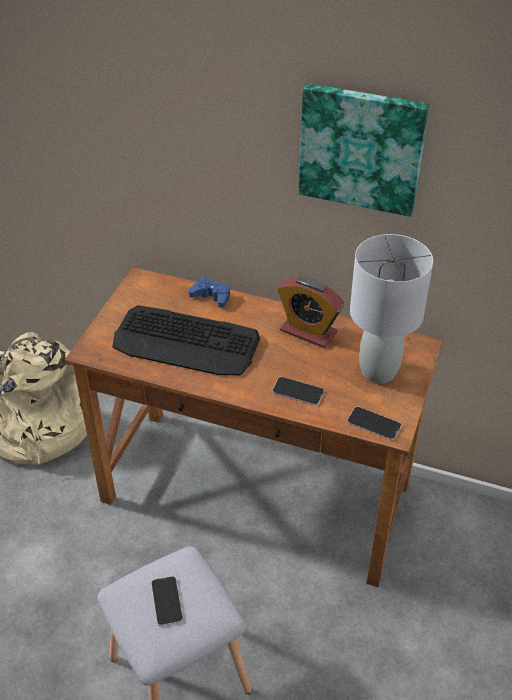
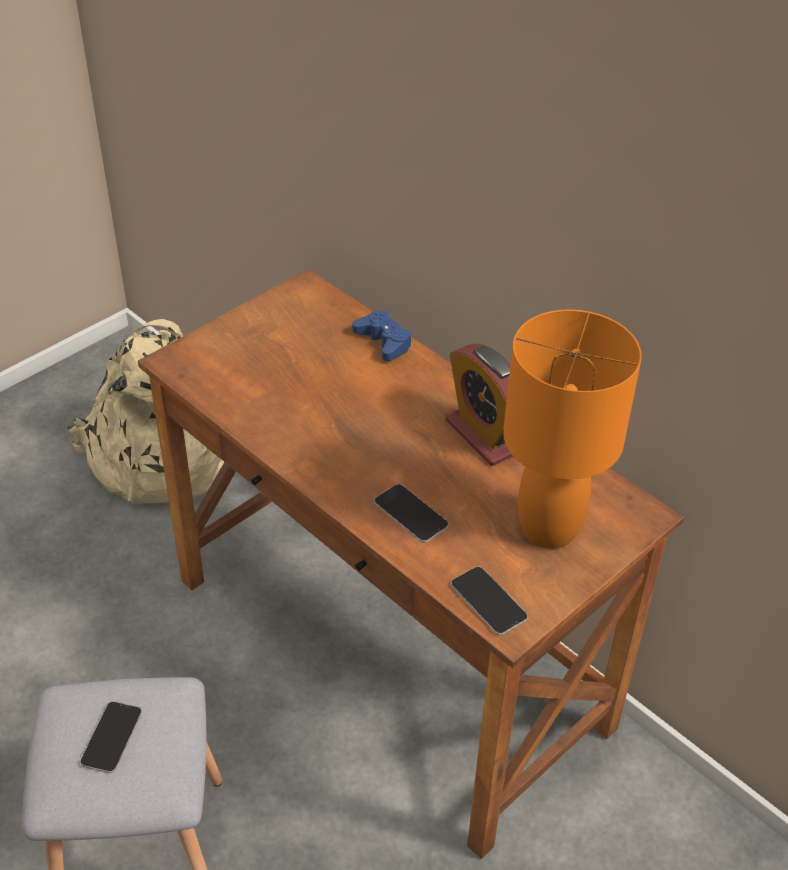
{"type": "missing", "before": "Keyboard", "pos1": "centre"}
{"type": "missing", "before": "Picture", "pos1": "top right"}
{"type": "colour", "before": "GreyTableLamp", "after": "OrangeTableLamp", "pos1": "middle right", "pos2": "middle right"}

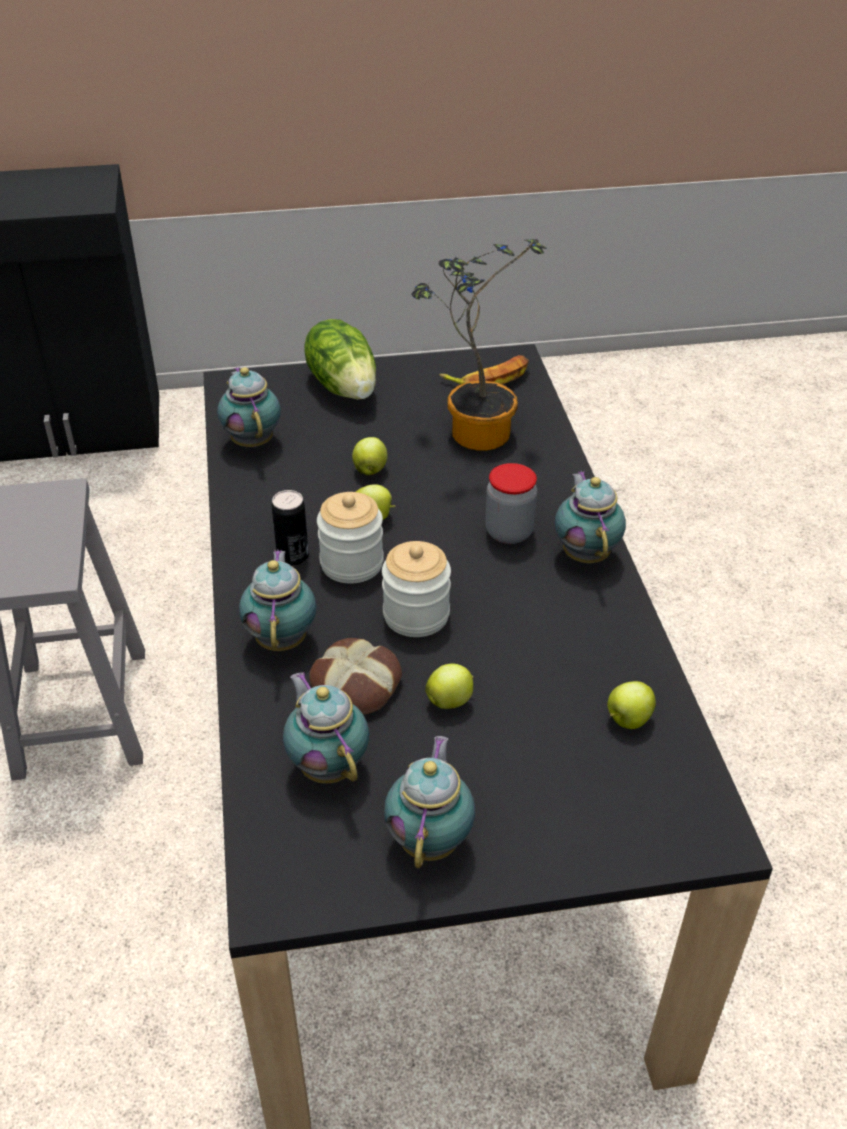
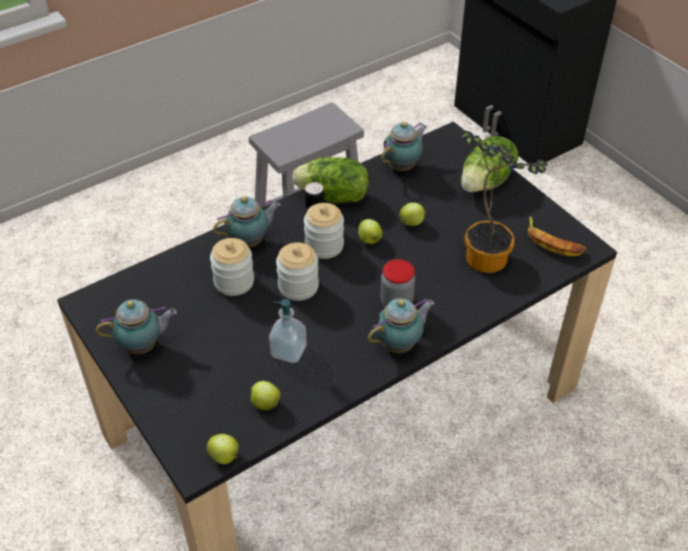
{"type": "missing", "before": "Teapot (no. 3 from left)", "pos1": "centre"}
{"type": "appeared", "after": "SoapDispenser", "pos2": "centre"}
{"type": "appeared", "after": "Lettuce (no. 1 from left)", "pos2": "top centre"}
{"type": "relocated", "before": "Apple (no. 3 from left in the first image)", "after": "Apple (no. 1 from left)", "pos1": "centre", "pos2": "bottom left"}
{"type": "exchanged", "before": "Bread", "after": "Jar (no. 1 from left)", "pos1": "centre", "pos2": "centre"}

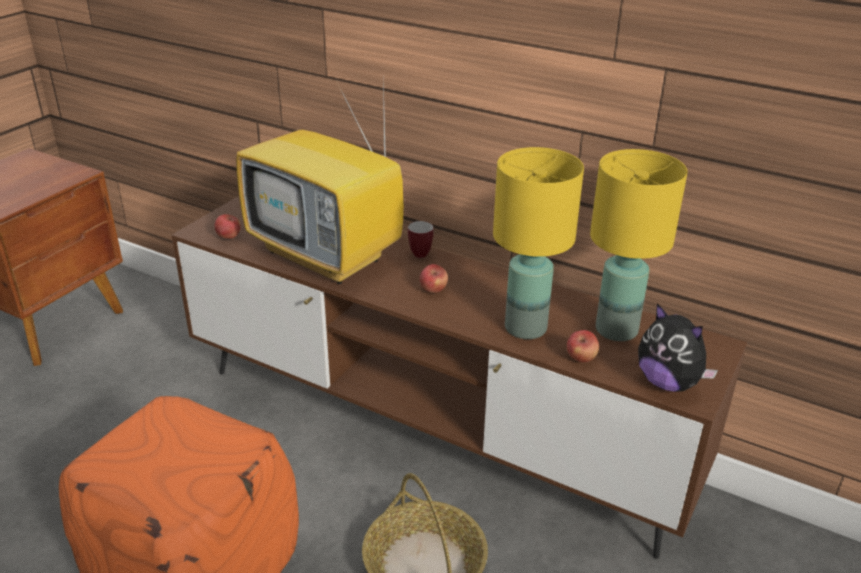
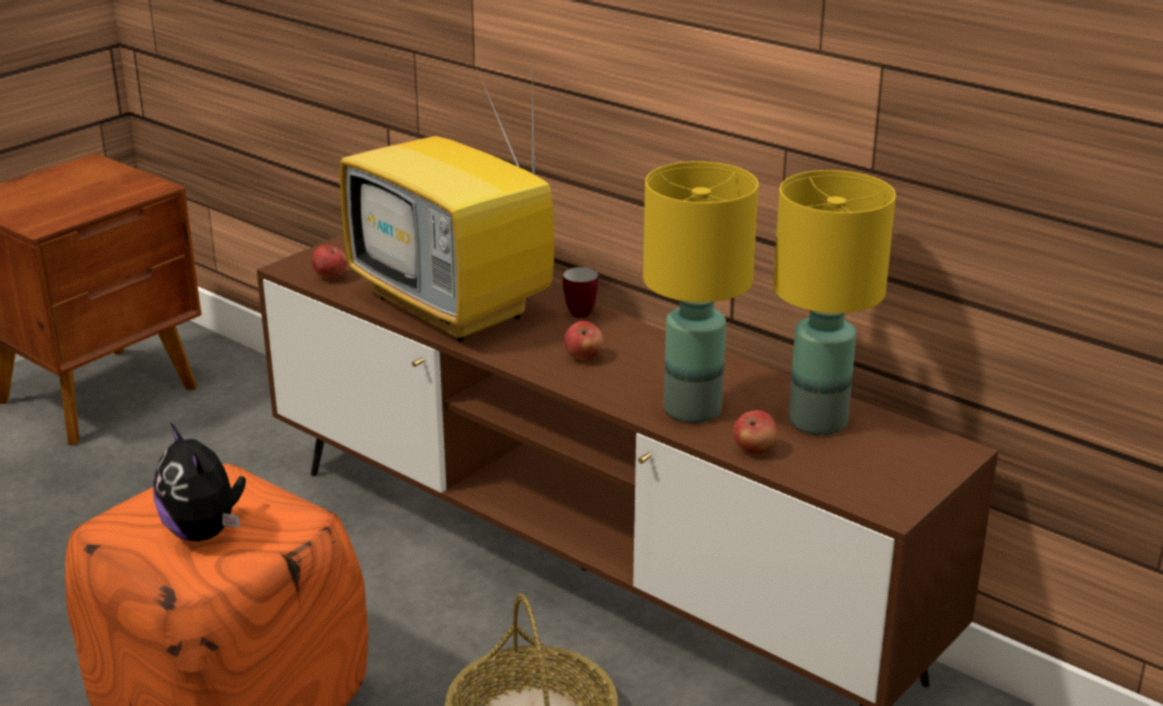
{"type": "relocated", "before": "PlushToy", "pos1": "middle right", "pos2": "bottom left"}

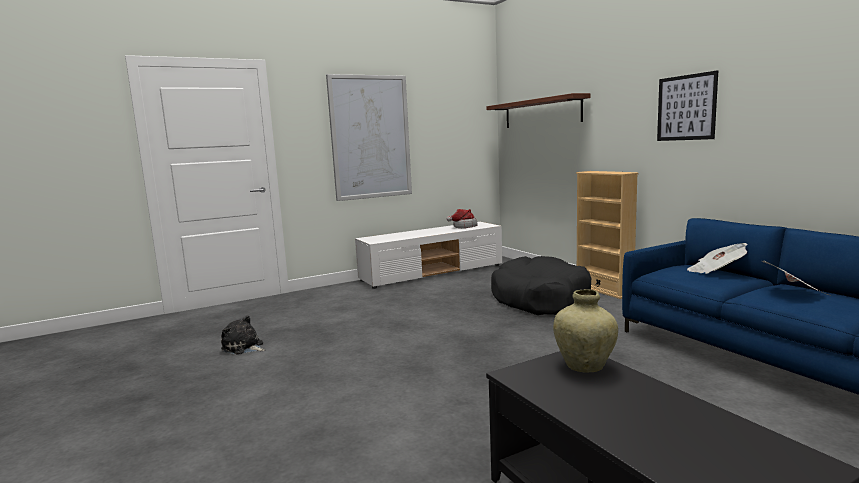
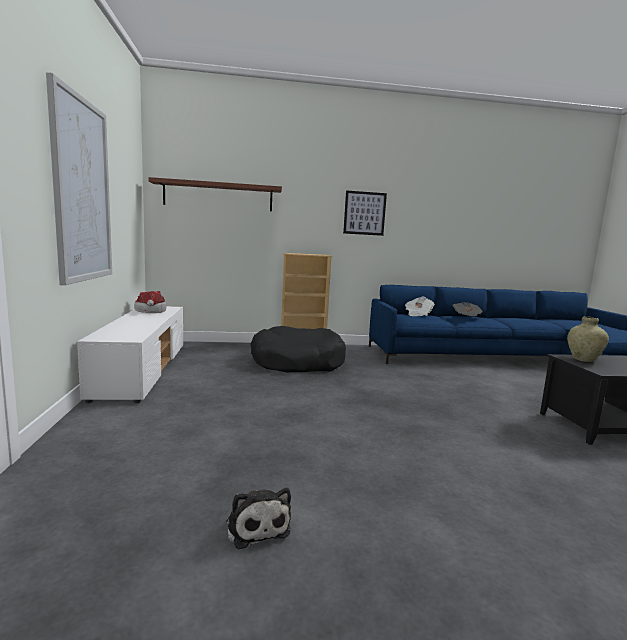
{"type": "spun", "before": "PlushToy", "pos1": "bottom left", "pos2": "bottom centre", "turn": -75}

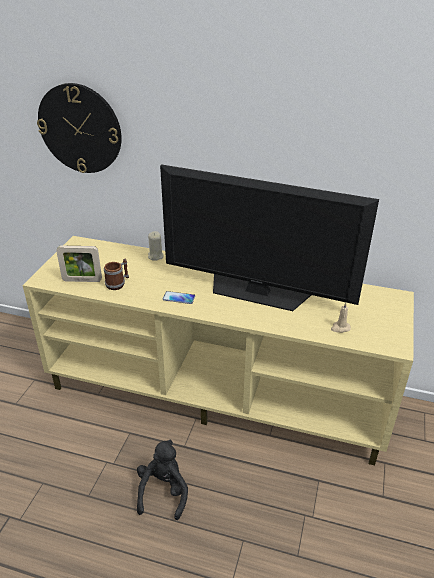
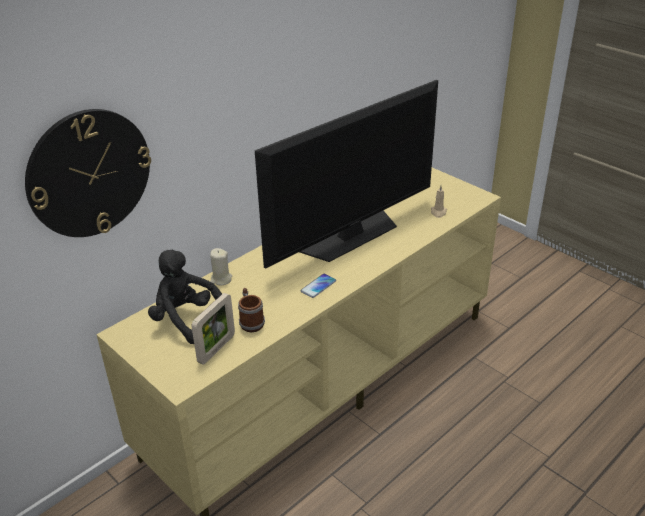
{"type": "relocated", "before": "BlackPlushToy", "pos1": "bottom centre", "pos2": "middle left"}

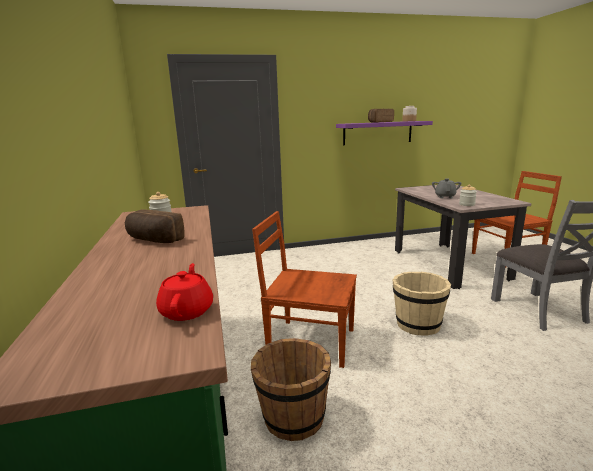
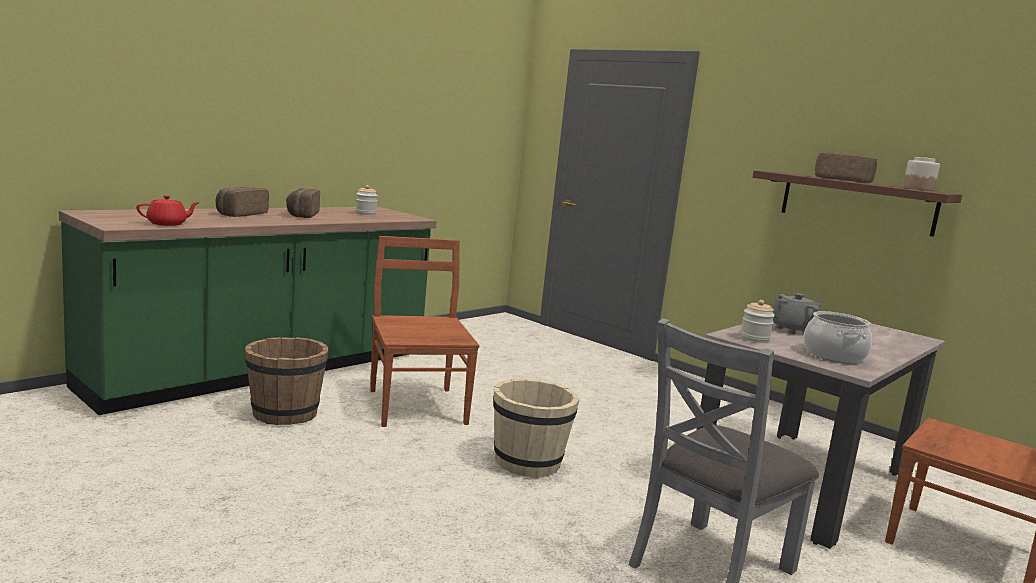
{"type": "appeared", "after": "Bread (no. 1 from left)", "pos2": "middle left"}
{"type": "appeared", "after": "CookingPot", "pos2": "middle right"}
{"type": "colour", "before": "PurpleShelf", "after": "BrownShelf", "pos1": "top centre", "pos2": "middle right"}

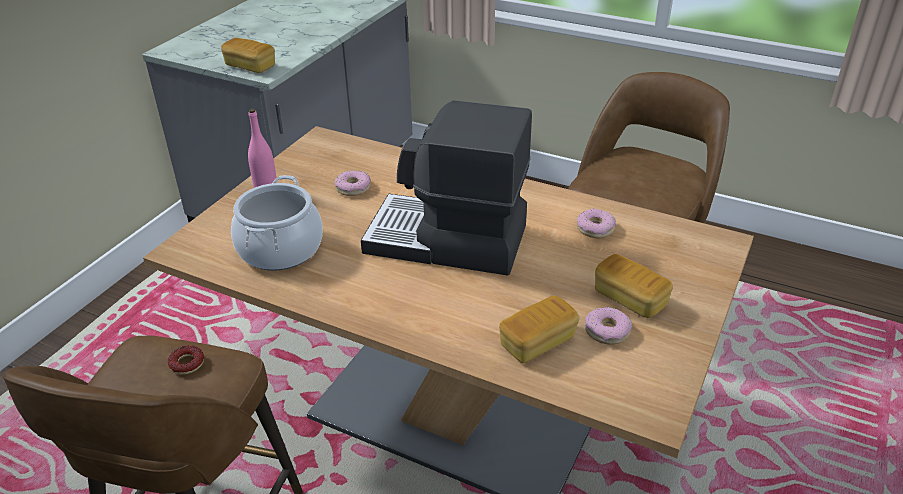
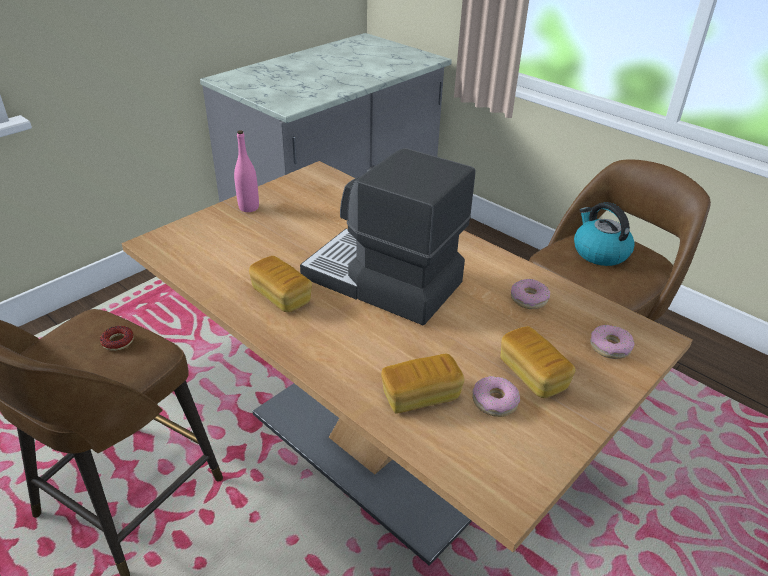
{"type": "missing", "before": "CookingPot", "pos1": "middle left"}
{"type": "appeared", "after": "Kettle", "pos2": "middle right"}
{"type": "relocated", "before": "Bread (no. 1 from left)", "pos1": "top left", "pos2": "centre"}
{"type": "relocated", "before": "Donut (no. 2 from left in the first image)", "after": "Donut (no. 4 from left)", "pos1": "centre", "pos2": "middle right"}

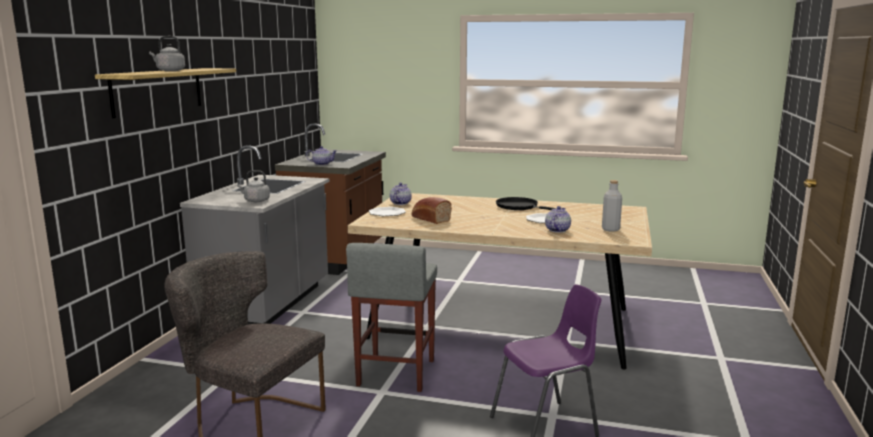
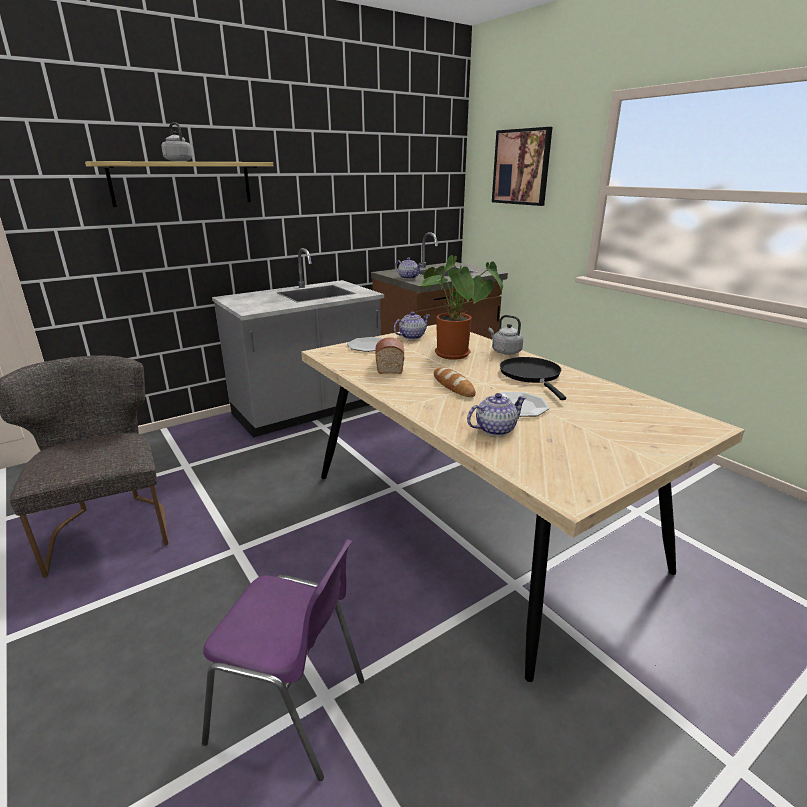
{"type": "missing", "before": "GreyStool", "pos1": "bottom centre"}
{"type": "missing", "before": "GreyBottle", "pos1": "middle right"}
{"type": "appeared", "after": "PottedPlant", "pos2": "centre"}
{"type": "appeared", "after": "Bread (no. 2 from left)", "pos2": "centre"}
{"type": "appeared", "after": "Picture", "pos2": "top centre"}
{"type": "relocated", "before": "GreyKettle (no. 2 from left)", "pos1": "middle left", "pos2": "centre"}

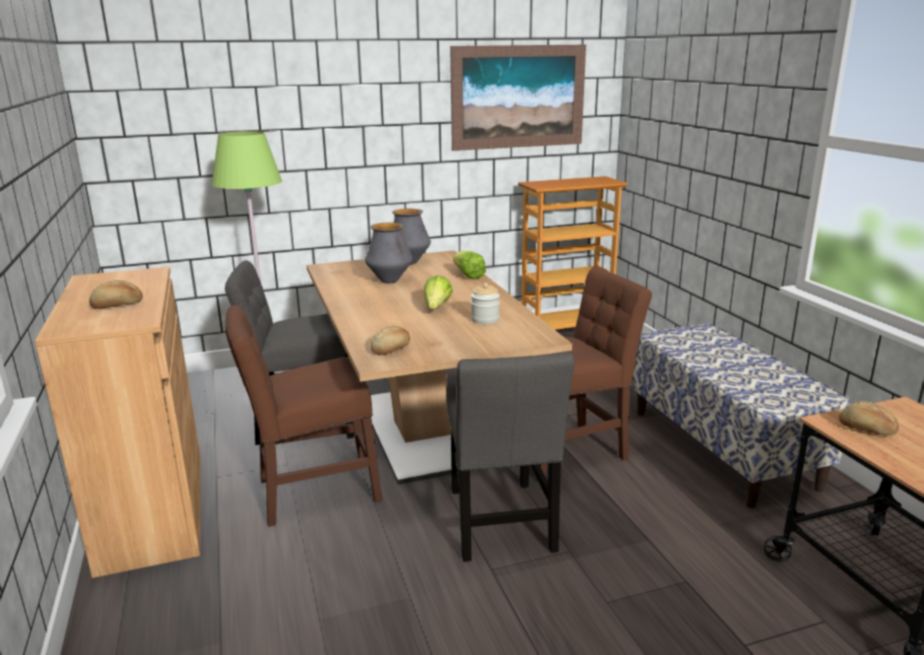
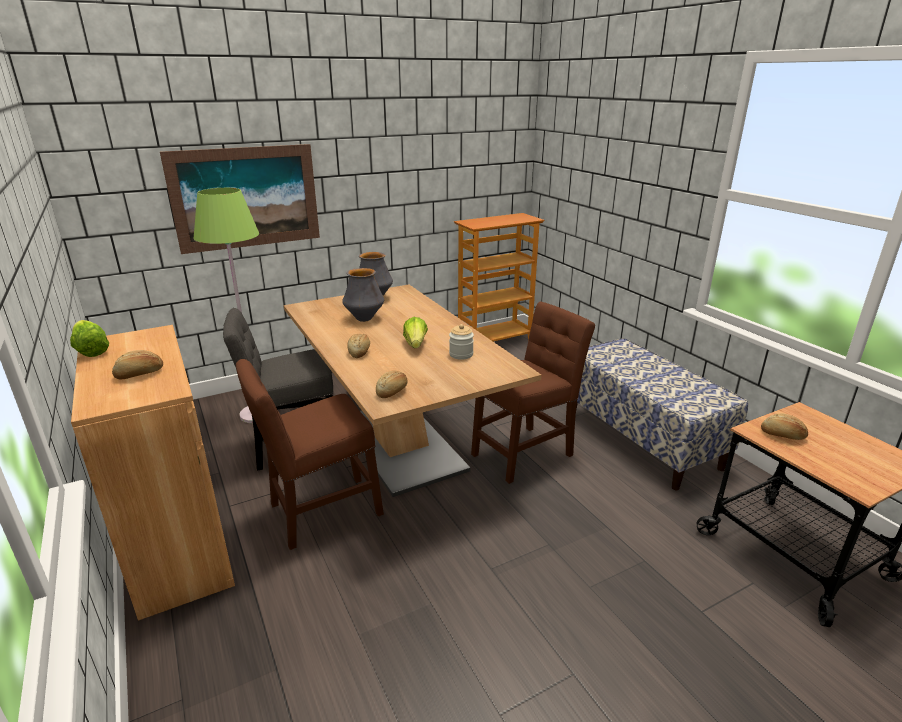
{"type": "missing", "before": "GreyChair (no. 2 from left)", "pos1": "bottom centre"}
{"type": "appeared", "after": "Bread (no. 2 from left)", "pos2": "centre"}
{"type": "relocated", "before": "Picture", "pos1": "top centre", "pos2": "top left"}
{"type": "relocated", "before": "Lettuce (no. 2 from left in the first image)", "after": "Lettuce (no. 1 from left)", "pos1": "centre", "pos2": "middle left"}

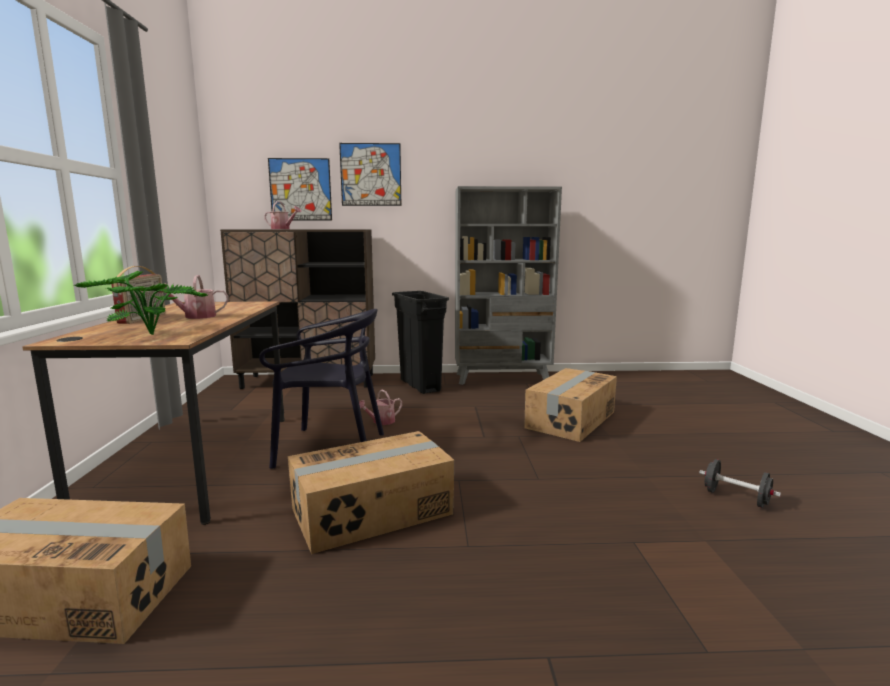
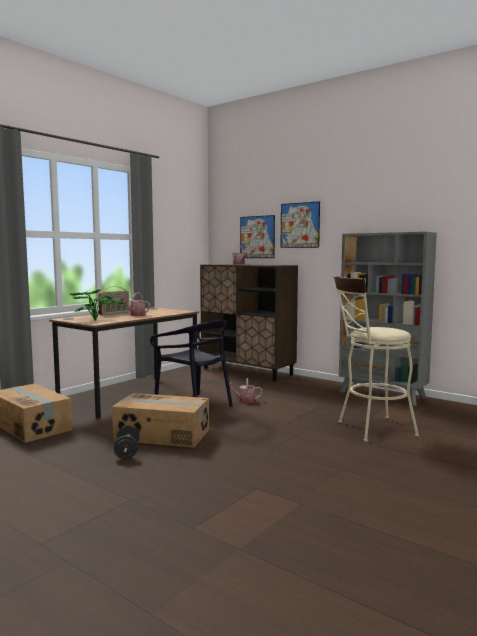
{"type": "missing", "before": "BlackTrashCan", "pos1": "centre"}
{"type": "relocated", "before": "BlackDumbbell", "pos1": "bottom right", "pos2": "bottom left"}
{"type": "exchanged", "before": "CardboardBox (no. 3 from left)", "after": "BeigeStool", "pos1": "centre", "pos2": "middle right"}

